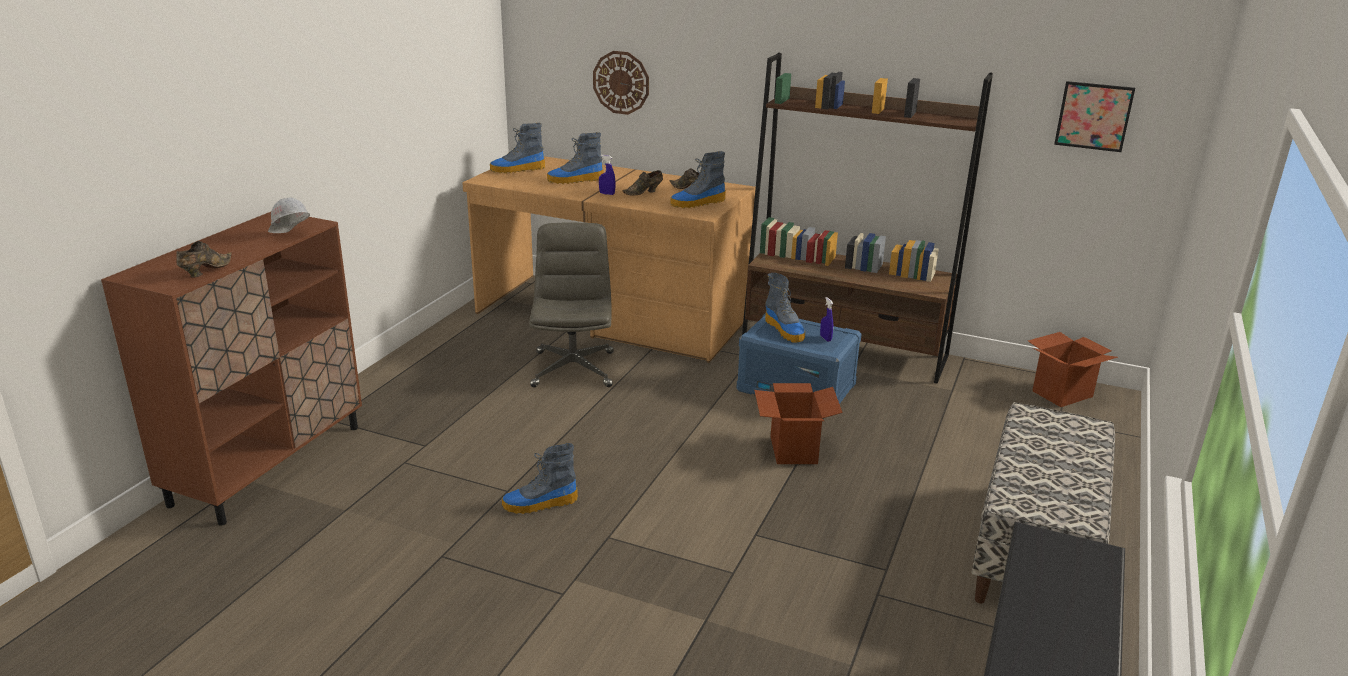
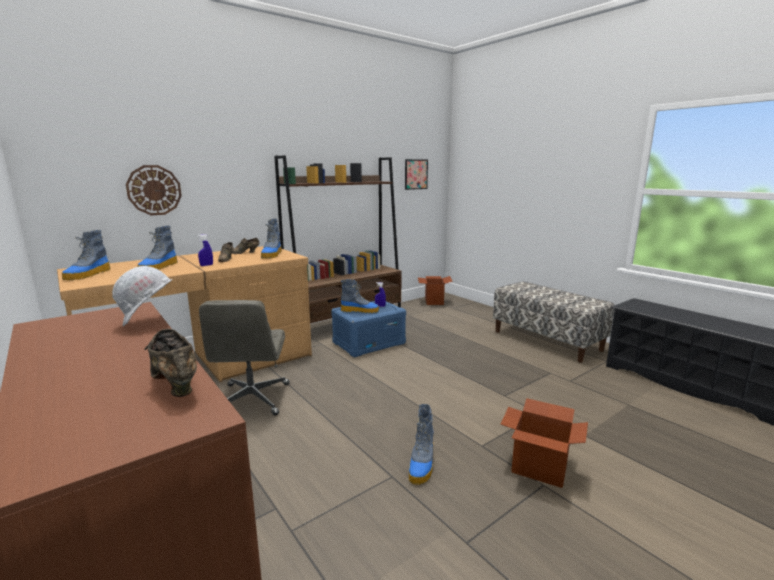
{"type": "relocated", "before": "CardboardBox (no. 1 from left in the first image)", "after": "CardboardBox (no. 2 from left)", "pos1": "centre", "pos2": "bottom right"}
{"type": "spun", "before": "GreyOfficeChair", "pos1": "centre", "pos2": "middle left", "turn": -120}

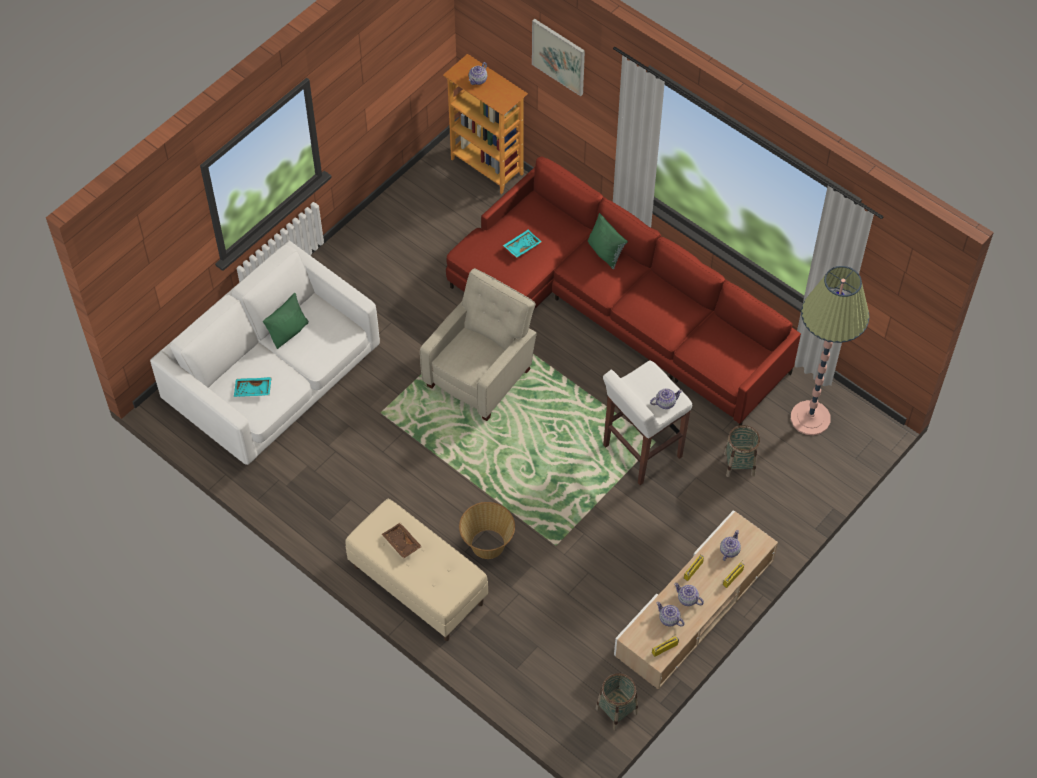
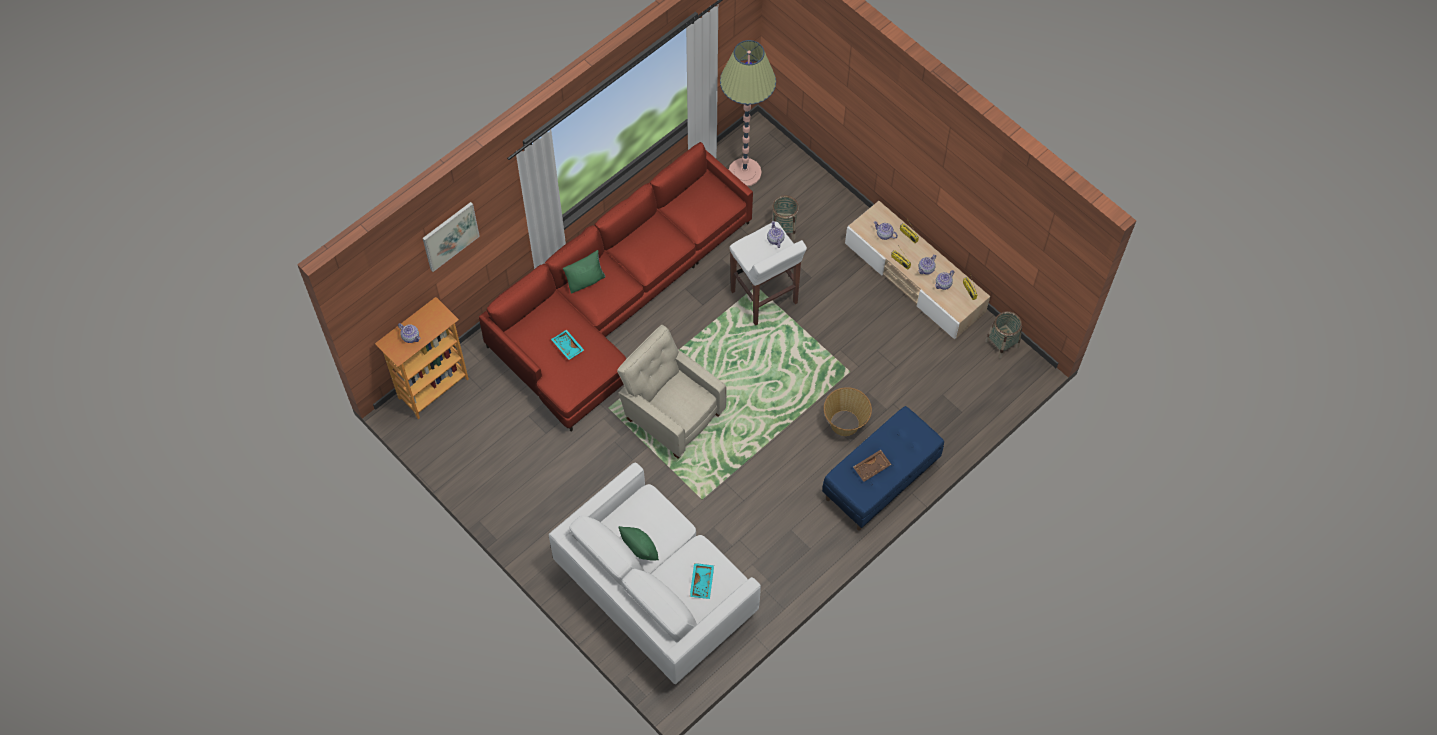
{"type": "colour", "before": "BeigeBench", "after": "BlueBench", "pos1": "bottom centre", "pos2": "centre"}

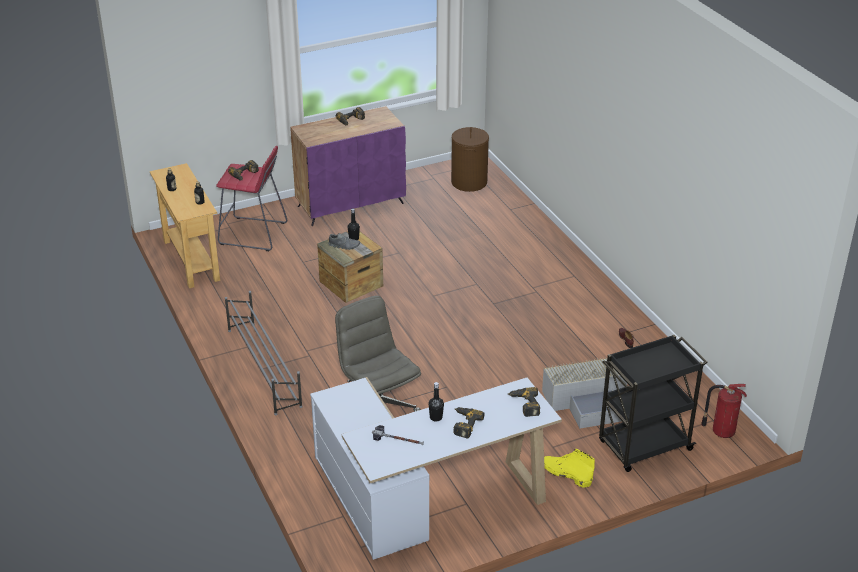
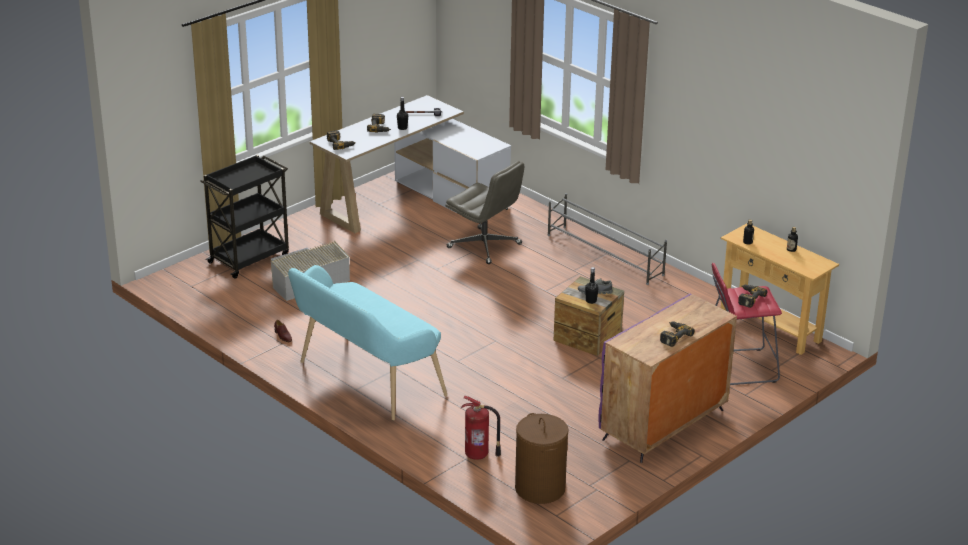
{"type": "missing", "before": "YellowBoot", "pos1": "bottom centre"}
{"type": "appeared", "after": "TurquoiseBench", "pos2": "centre"}
{"type": "relocated", "before": "FireExtinguisher", "pos1": "bottom right", "pos2": "bottom centre"}

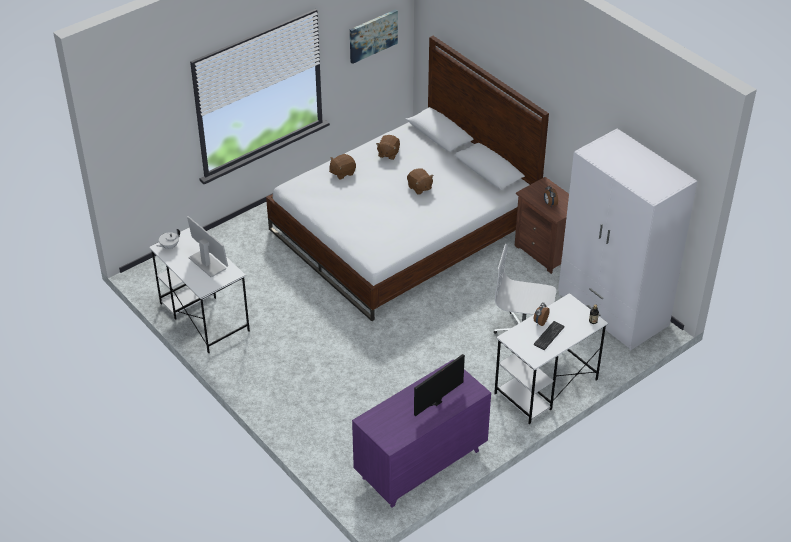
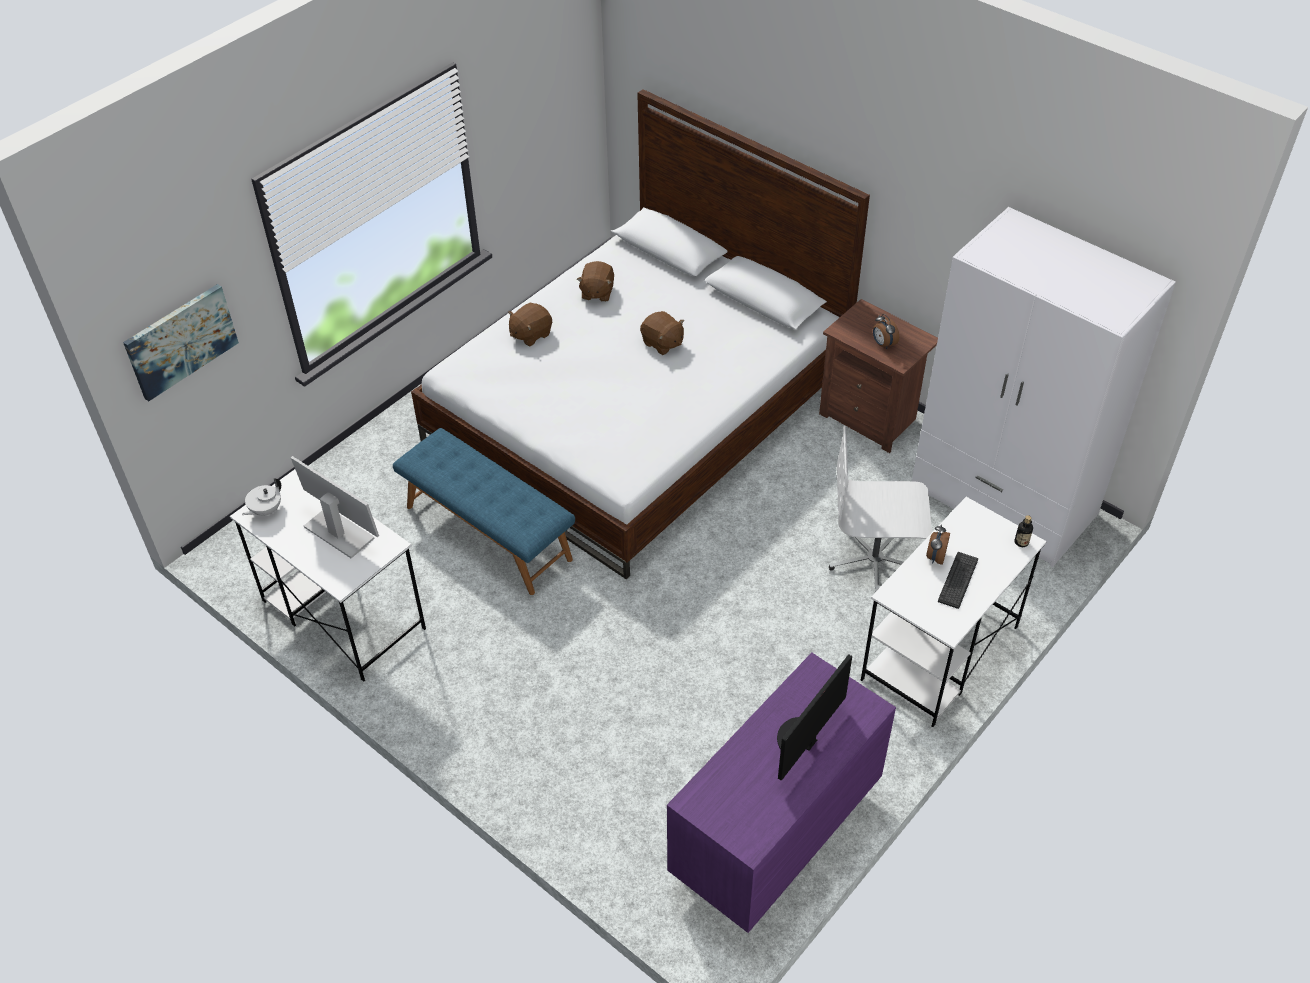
{"type": "appeared", "after": "BlueBench", "pos2": "centre"}
{"type": "relocated", "before": "Picture", "pos1": "top centre", "pos2": "middle left"}

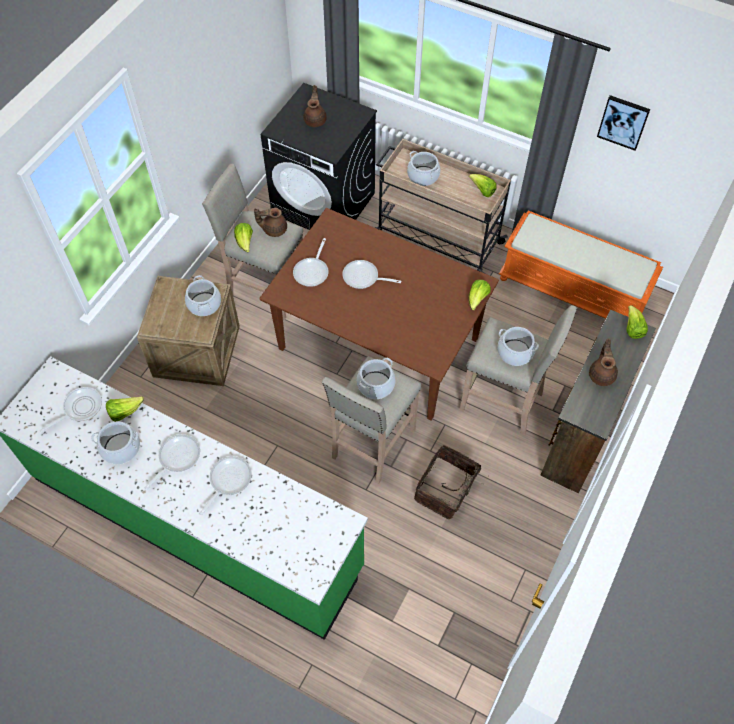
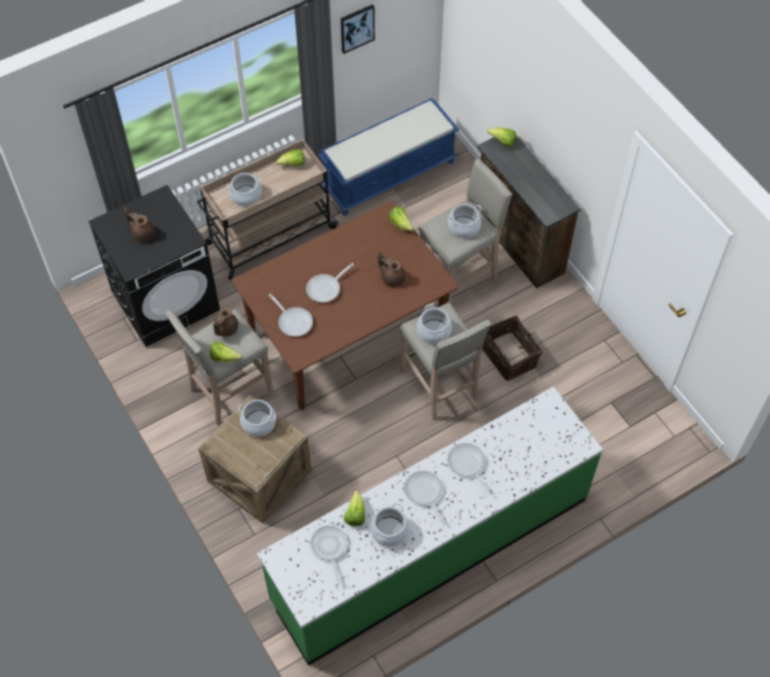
{"type": "relocated", "before": "BrownTeapot (no. 3 from left)", "pos1": "middle right", "pos2": "centre"}
{"type": "colour", "before": "OrangeBench", "after": "BlueBench", "pos1": "middle right", "pos2": "top centre"}

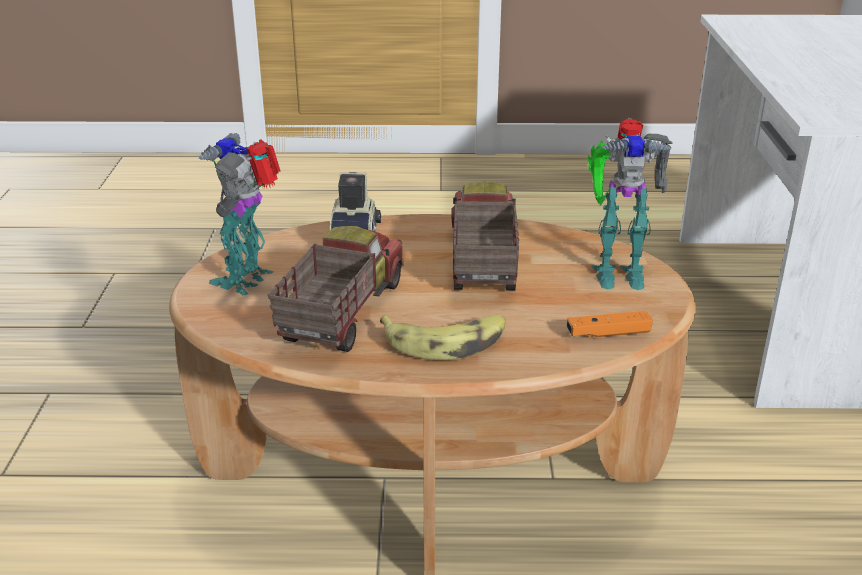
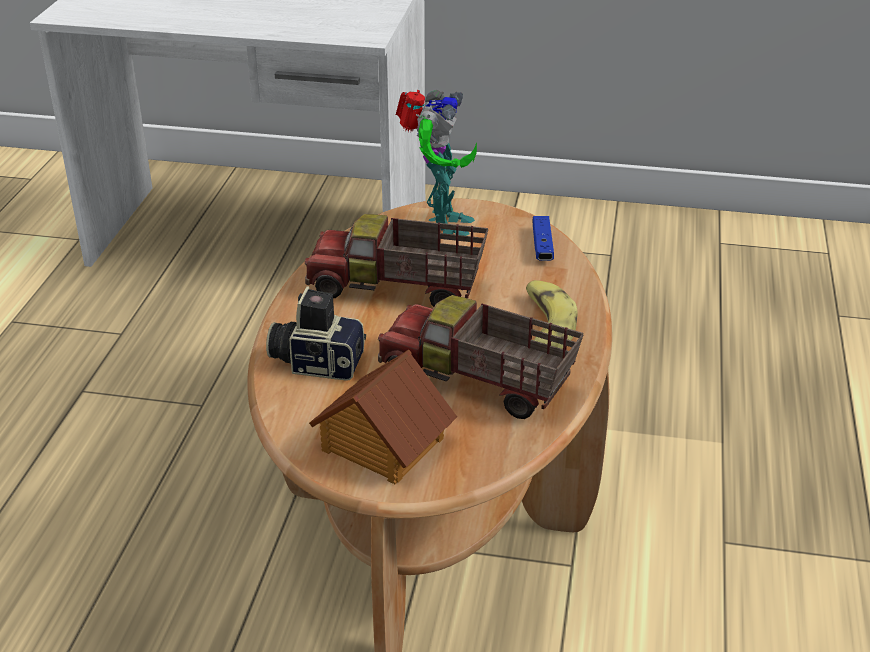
{"type": "exchanged", "before": "ToyRobot (no. 1 from left)", "after": "ToyHouse", "pos1": "middle left", "pos2": "centre"}
{"type": "colour", "before": "OrangeGameController", "after": "BlueGameController", "pos1": "middle right", "pos2": "centre"}

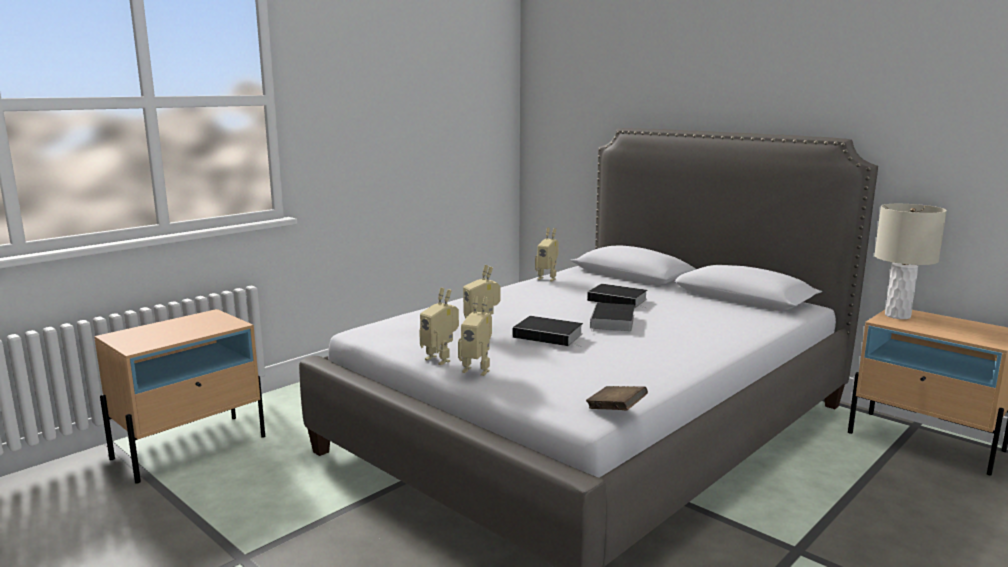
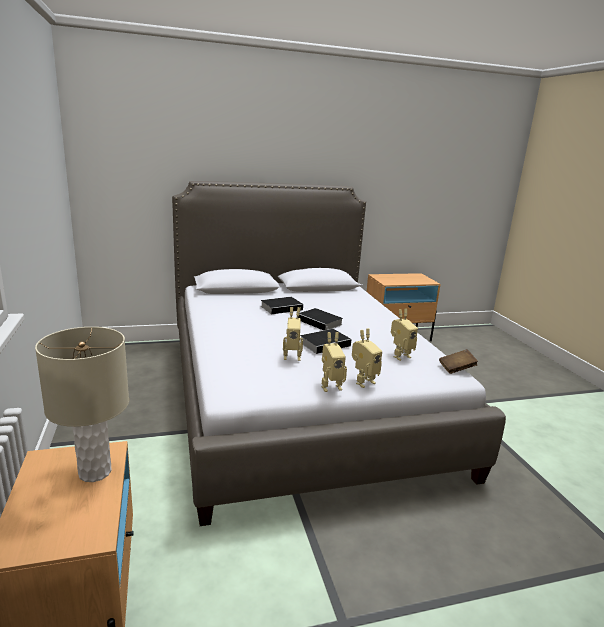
{"type": "relocated", "before": "ToyRobot (no. 4 from left)", "pos1": "centre", "pos2": "middle right"}
{"type": "relocated", "before": "BeigeTableLamp", "pos1": "middle right", "pos2": "middle left"}

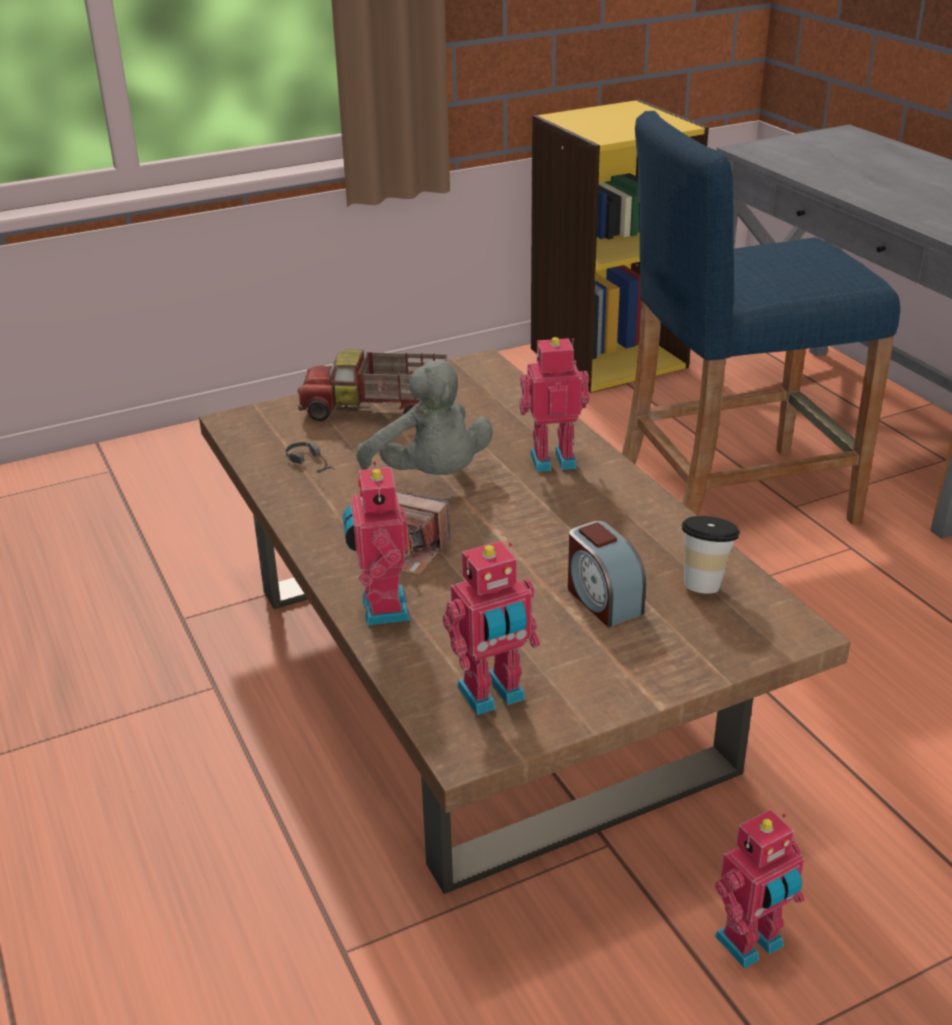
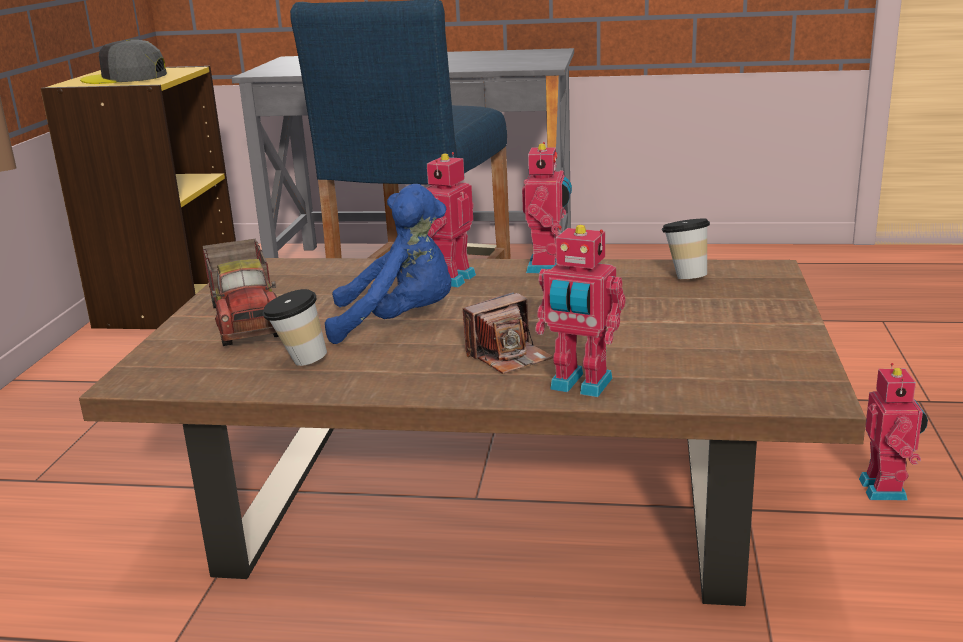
{"type": "missing", "before": "AlarmClock", "pos1": "centre"}
{"type": "appeared", "after": "GreyCap", "pos2": "top left"}
{"type": "relocated", "before": "ToyRobot (no. 2 from left)", "pos1": "centre", "pos2": "top centre"}
{"type": "exchanged", "before": "Headphones", "after": "Cup (no. 1 from left)", "pos1": "middle left", "pos2": "middle left"}
{"type": "colour", "before": "GreyPlushToy", "after": "BluePlushToy", "pos1": "centre", "pos2": "centre"}
{"type": "spun", "before": "ToyTruck", "pos1": "centre", "pos2": "middle left", "turn": -60}

